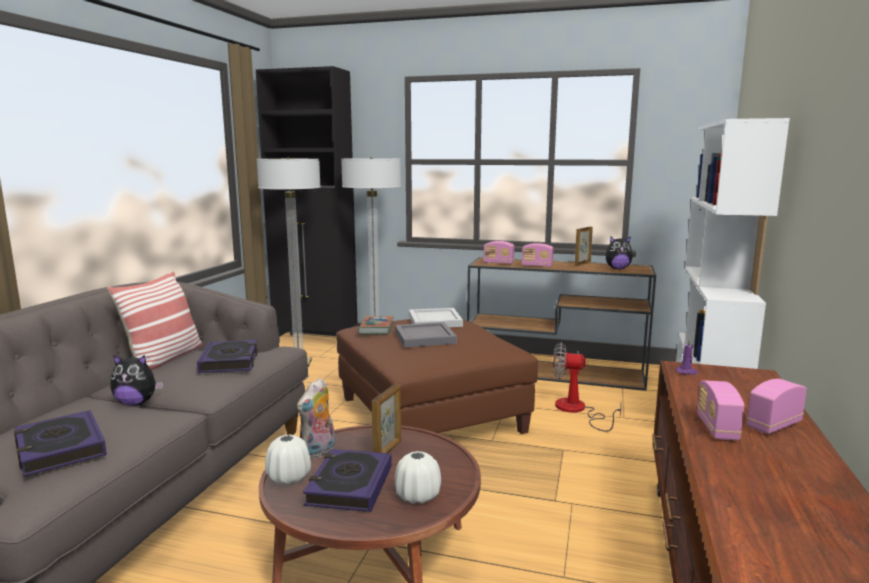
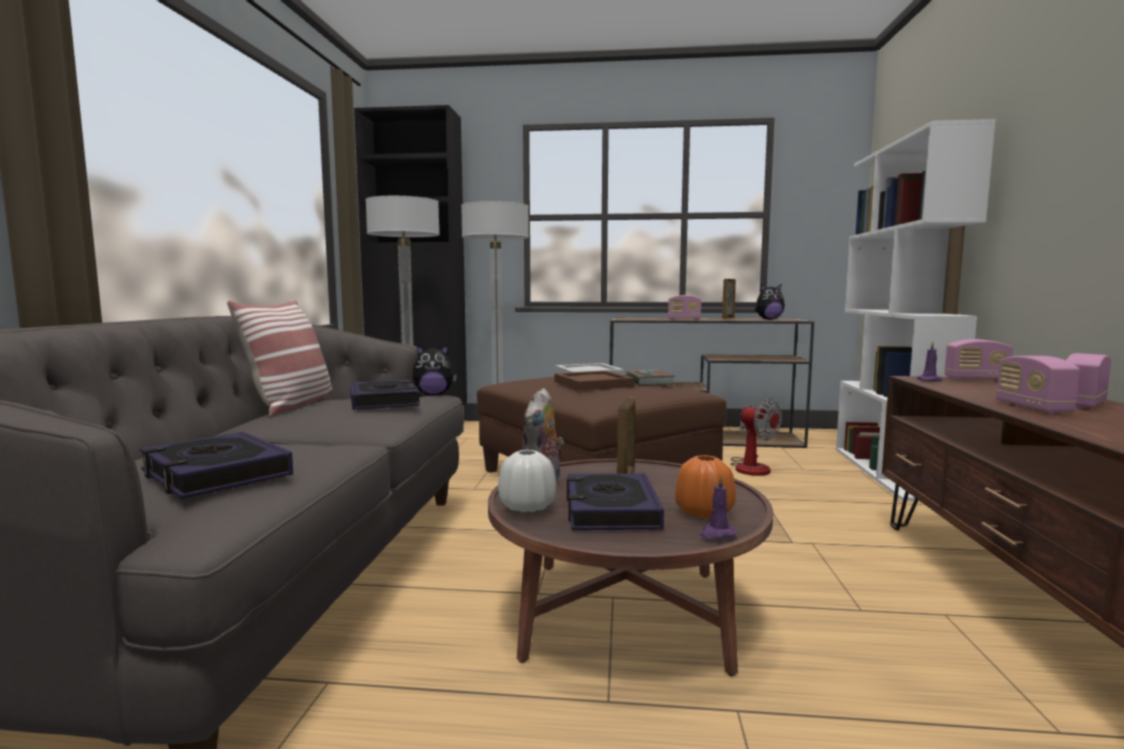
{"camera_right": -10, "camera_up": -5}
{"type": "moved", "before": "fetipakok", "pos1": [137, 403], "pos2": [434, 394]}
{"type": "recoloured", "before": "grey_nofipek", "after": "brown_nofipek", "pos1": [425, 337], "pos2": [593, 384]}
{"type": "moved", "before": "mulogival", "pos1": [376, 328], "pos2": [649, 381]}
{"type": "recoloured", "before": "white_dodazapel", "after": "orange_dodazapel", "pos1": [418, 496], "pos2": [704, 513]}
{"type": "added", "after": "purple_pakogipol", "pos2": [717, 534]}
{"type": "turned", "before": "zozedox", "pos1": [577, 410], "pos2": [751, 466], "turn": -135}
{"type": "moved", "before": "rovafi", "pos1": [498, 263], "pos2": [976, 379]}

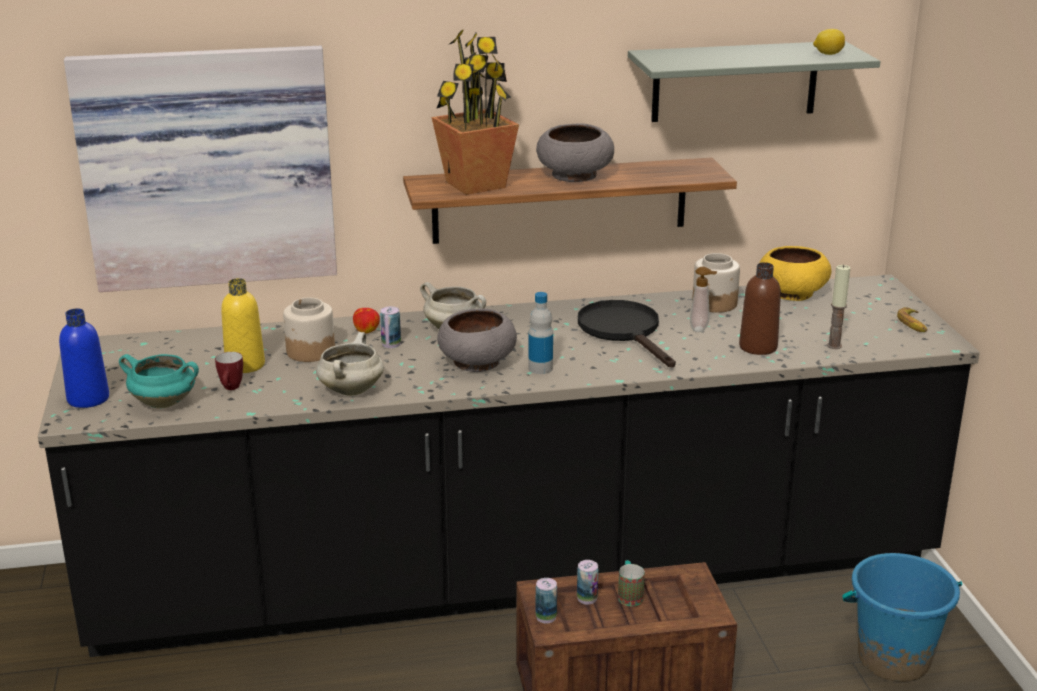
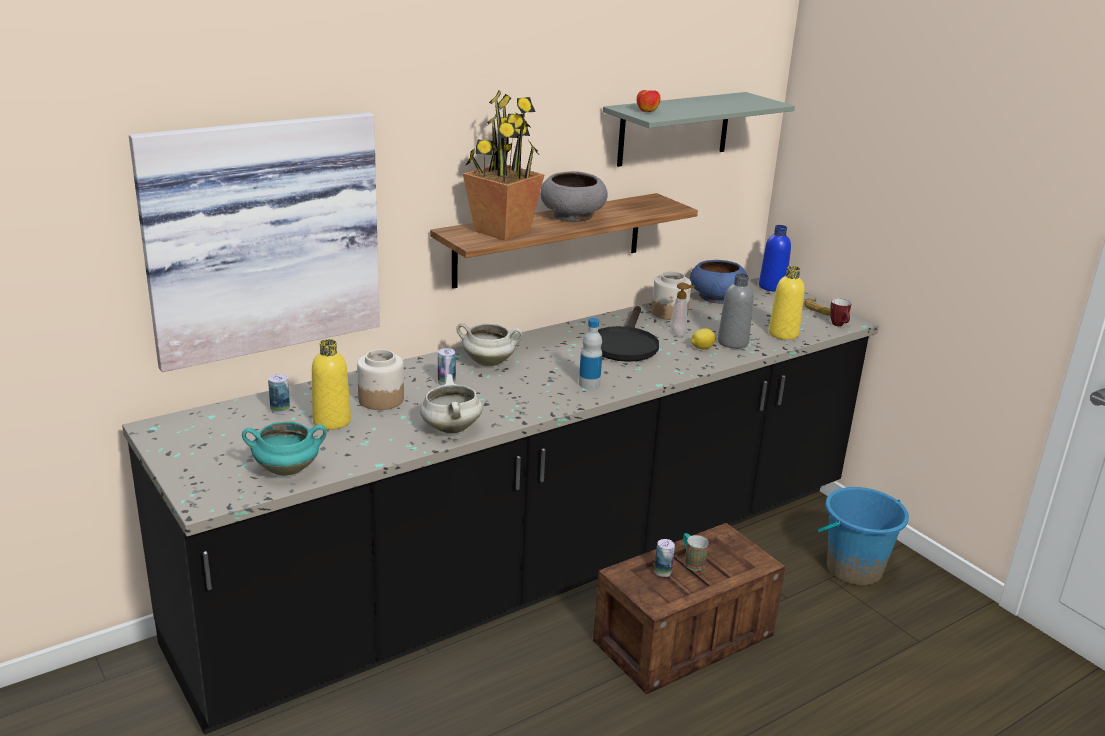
{"camera_right": -25, "camera_up": 0}
{"type": "moved", "before": "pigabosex", "pos1": [546, 617], "pos2": [280, 410]}
{"type": "turned", "before": "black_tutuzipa", "pos1": [624, 331], "pos2": [624, 344], "turn": -120}
{"type": "moved", "before": "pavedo", "pos1": [367, 331], "pos2": [647, 111]}
{"type": "recoloured", "before": "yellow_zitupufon", "after": "blue_zitupufon", "pos1": [791, 293], "pos2": [715, 298]}
{"type": "moved", "before": "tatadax", "pos1": [828, 54], "pos2": [701, 348]}
{"type": "recoloured", "before": "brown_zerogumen", "after": "grey_zerogumen", "pos1": [758, 347], "pos2": [732, 342]}
{"type": "moved", "before": "blue_zerogumen", "pos1": [88, 399], "pos2": [772, 287]}
{"type": "replaced", "before": "pakogipol", "after": "yellow_zerogumen", "pos1": [834, 346], "pos2": [783, 334]}
{"type": "moved", "before": "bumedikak", "pos1": [231, 389], "pos2": [839, 325]}
{"type": "removed", "before": "grey_zitupufon", "pos1": [476, 363]}

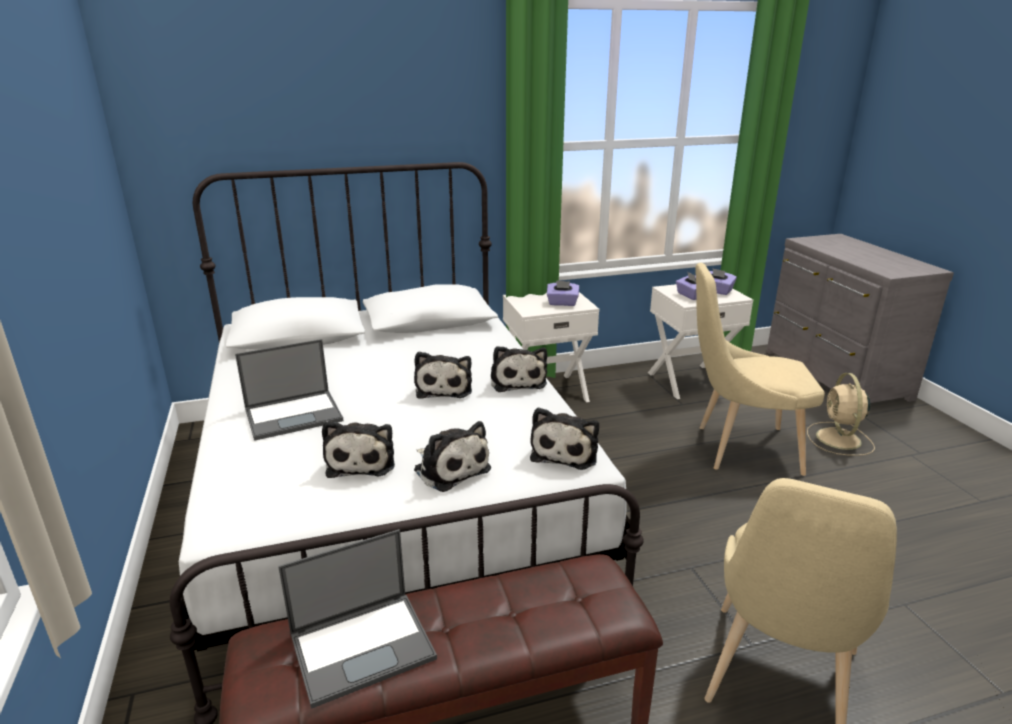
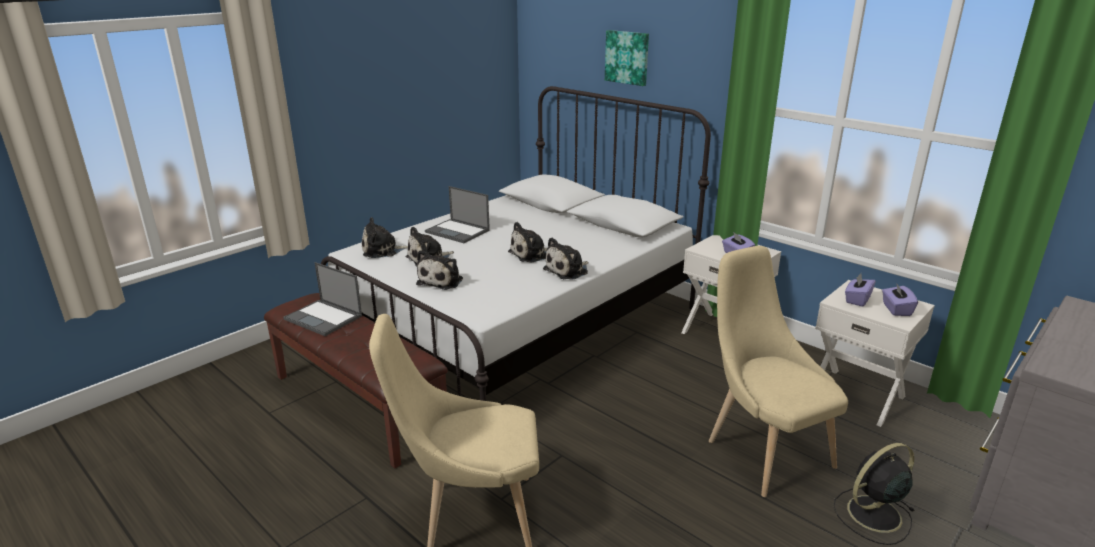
{"camera_right": 60, "camera_up": 0}
{"type": "moved", "before": "fetipakok", "pos1": [566, 451], "pos2": [383, 250]}
{"type": "added", "after": "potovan", "pos2": [627, 57]}
{"type": "recoloured", "before": "beige_zozedox", "after": "black_zozedox", "pos1": [839, 440], "pos2": [872, 514]}

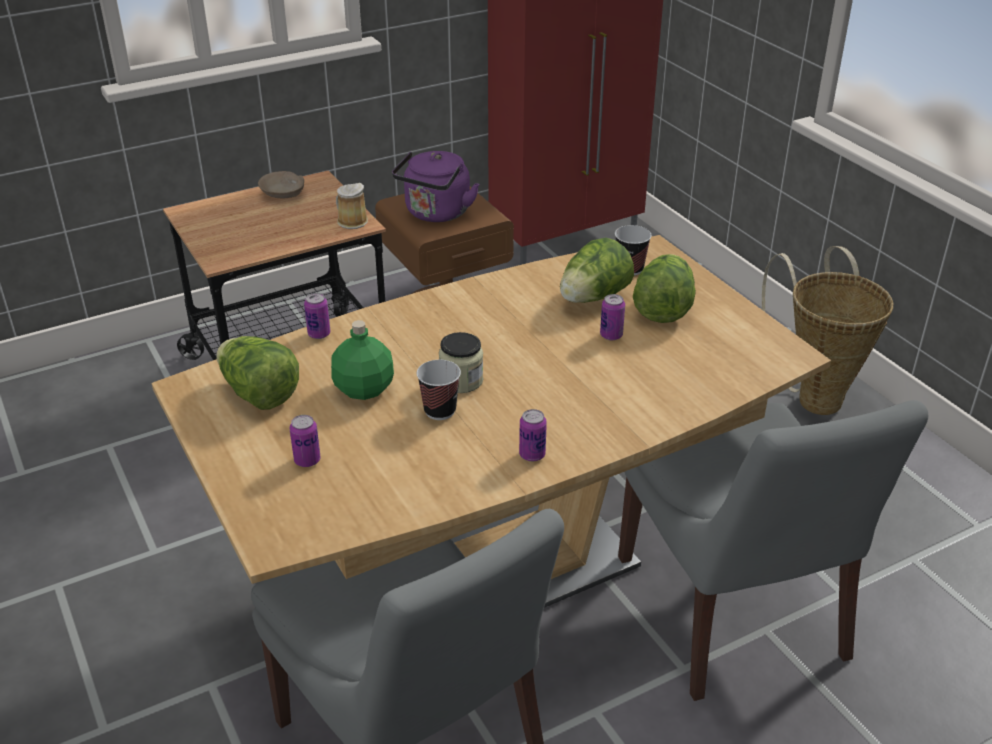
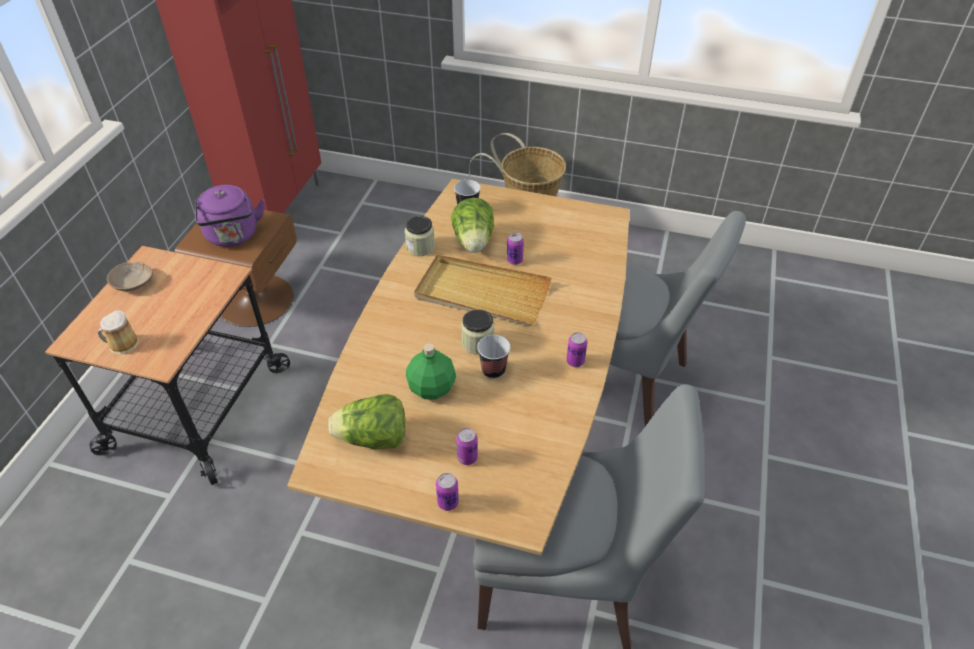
{"camera_right": -45, "camera_up": 10}
{"type": "moved", "before": "bumedikak", "pos1": [351, 221], "pos2": [122, 344]}
{"type": "added", "after": "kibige", "pos2": [420, 247]}
{"type": "added", "after": "beige_nofipek", "pos2": [482, 294]}
{"type": "moved", "before": "pigabosex", "pos1": [319, 334], "pos2": [448, 502]}
{"type": "removed", "before": "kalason", "pos1": [663, 309]}

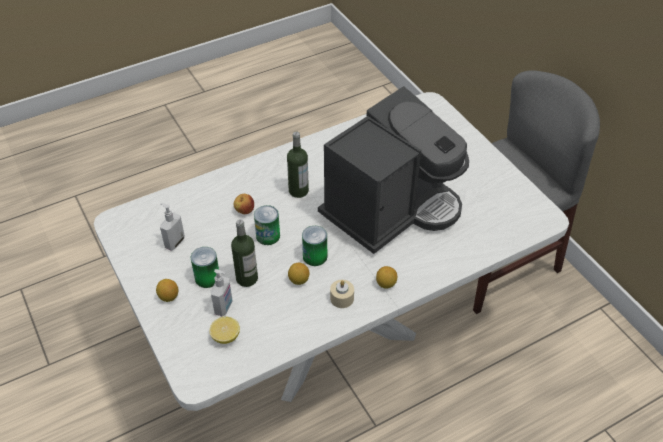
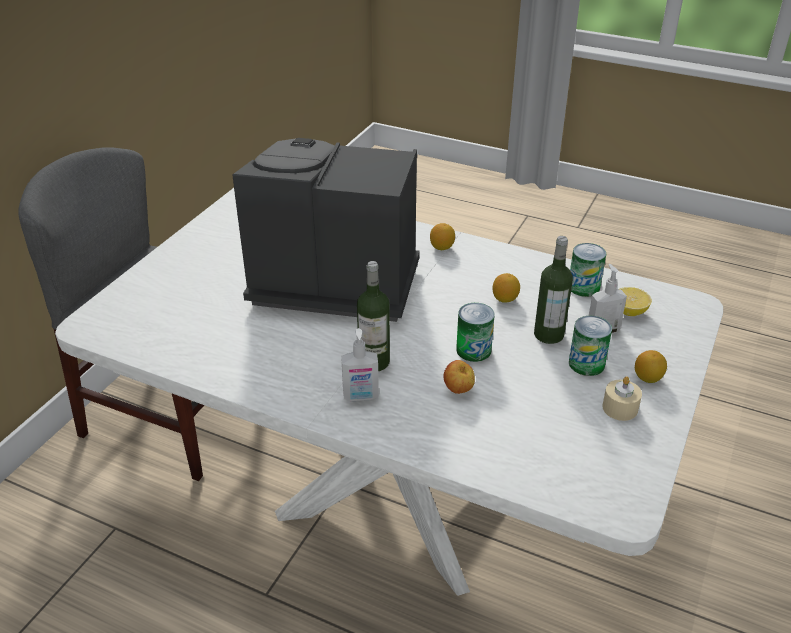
{"camera_right": -125, "camera_up": -10}
{"type": "moved", "before": "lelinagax", "pos1": [174, 242], "pos2": [360, 396]}
{"type": "moved", "before": "pigabosex", "pos1": [315, 256], "pos2": [583, 287]}
{"type": "moved", "before": "beige_pakogipol", "pos1": [342, 298], "pos2": [620, 408]}

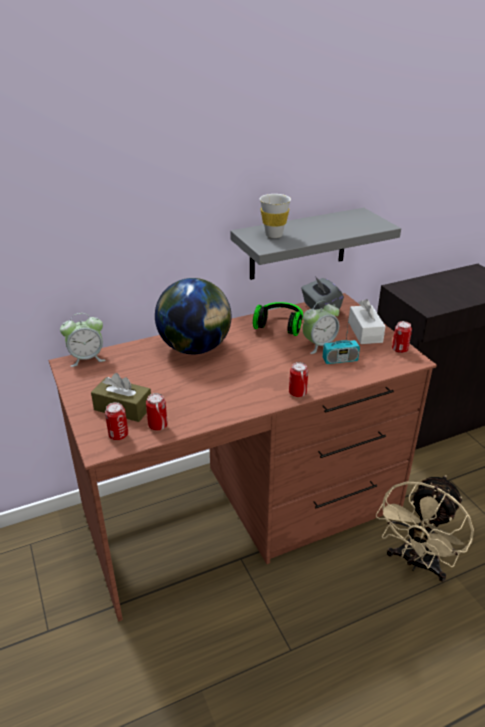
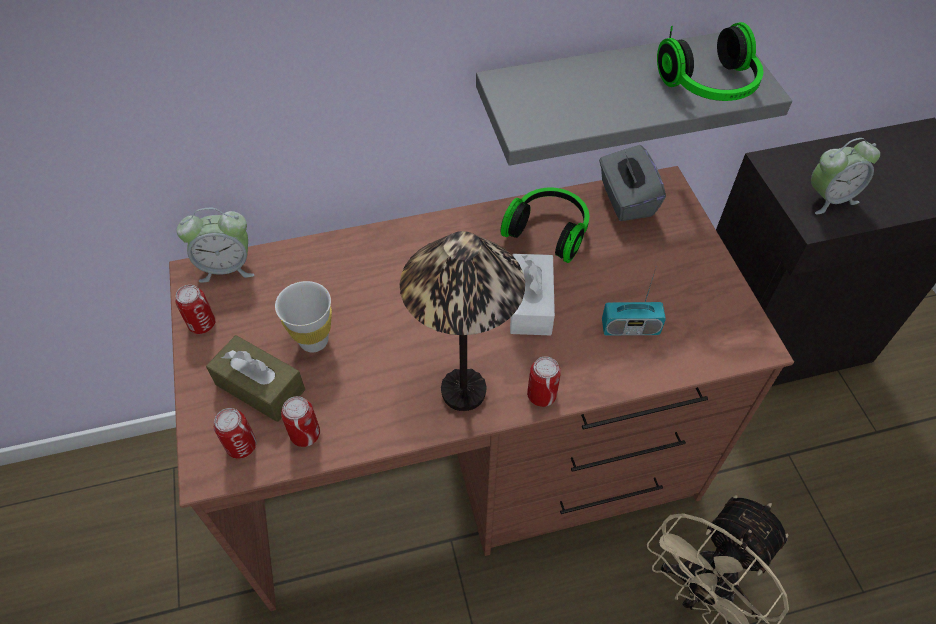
{"camera_right": 10, "camera_up": 20}
{"type": "moved", "before": "pigabosex", "pos1": [399, 349], "pos2": [202, 324]}
{"type": "moved", "before": "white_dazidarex", "pos1": [274, 235], "pos2": [314, 341]}
{"type": "added", "after": "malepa", "pos2": [462, 391]}
{"type": "moved", "before": "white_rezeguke", "pos1": [365, 332], "pos2": [530, 304]}
{"type": "added", "after": "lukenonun", "pos2": [710, 87]}
{"type": "moved", "before": "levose", "pos1": [319, 345], "pos2": [829, 198]}
{"type": "removed", "before": "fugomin", "pos1": [195, 348]}

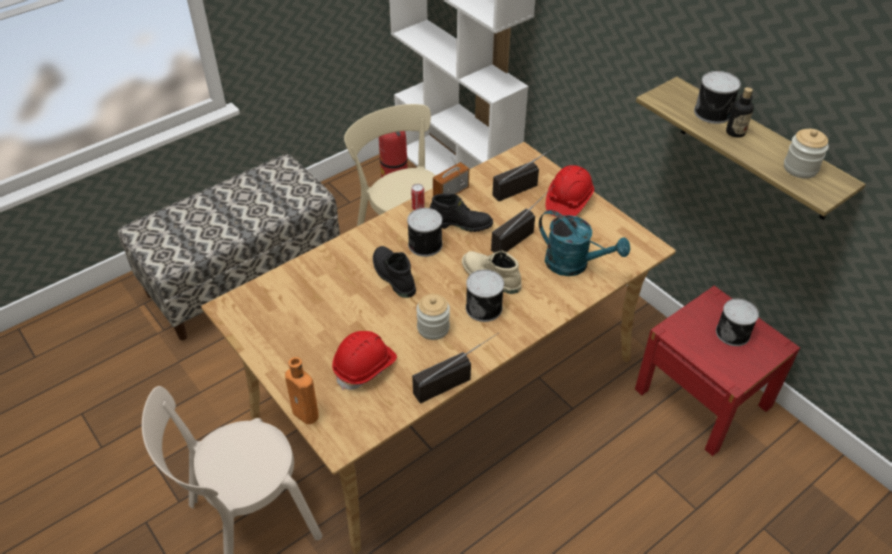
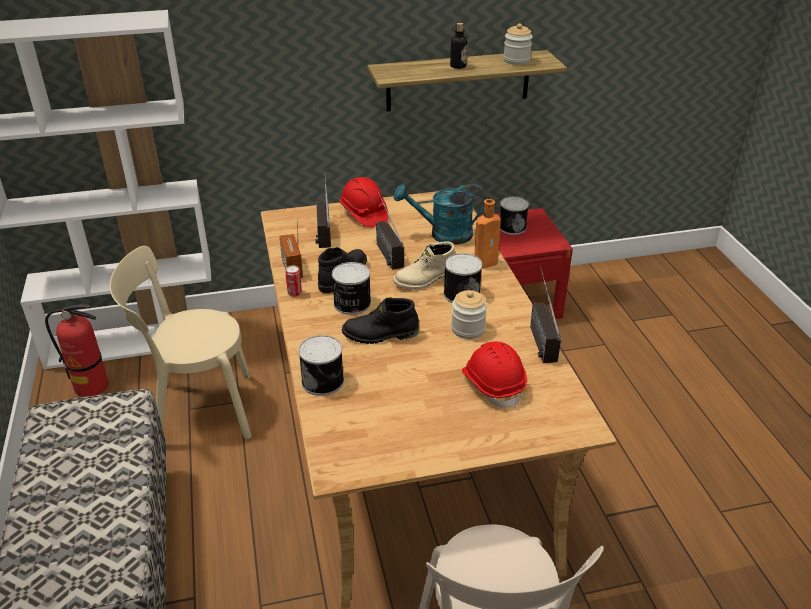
{"camera_right": -65, "camera_up": -10}
{"type": "moved", "before": "pigabosex", "pos1": [713, 113], "pos2": [324, 381]}
{"type": "turned", "before": "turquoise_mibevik", "pos1": [574, 264], "pos2": [443, 235], "turn": -150}
{"type": "moved", "before": "orange_zerogumen", "pos1": [307, 414], "pos2": [487, 262]}

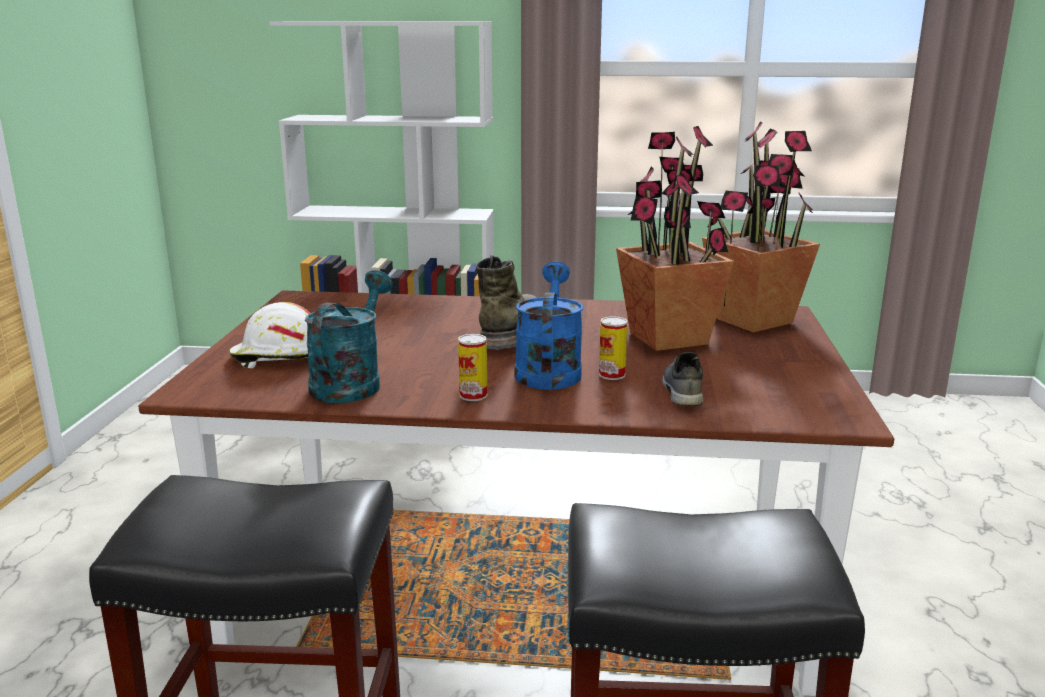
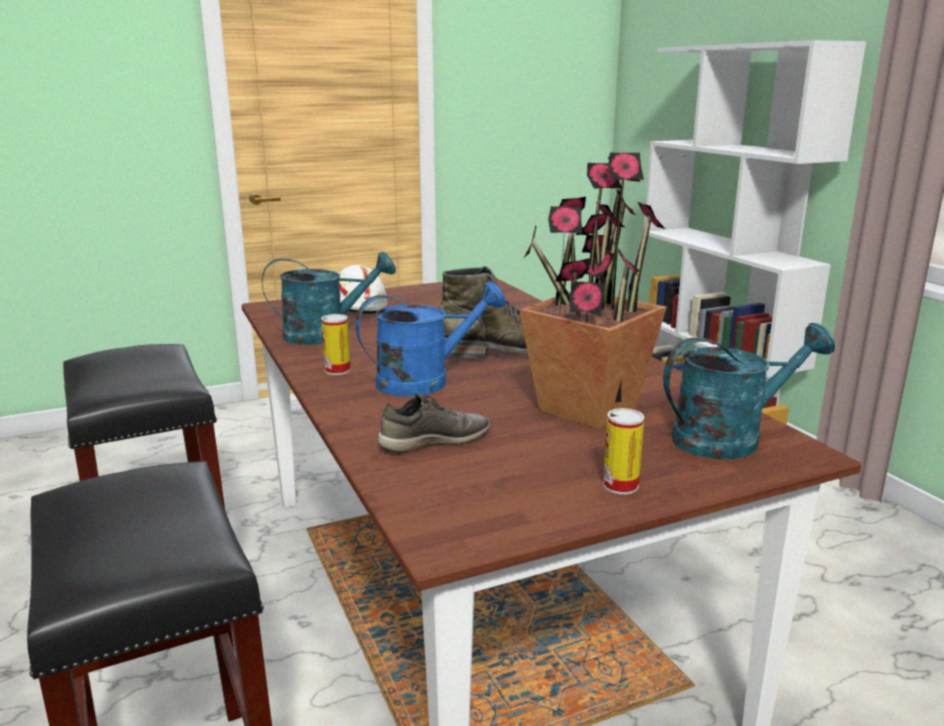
{"camera_right": 60, "camera_up": 0}
{"type": "moved", "before": "pigabosex", "pos1": [612, 375], "pos2": [620, 485]}
{"type": "replaced", "before": "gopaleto", "after": "turquoise_mibevik", "pos1": [753, 320], "pos2": [730, 438]}

